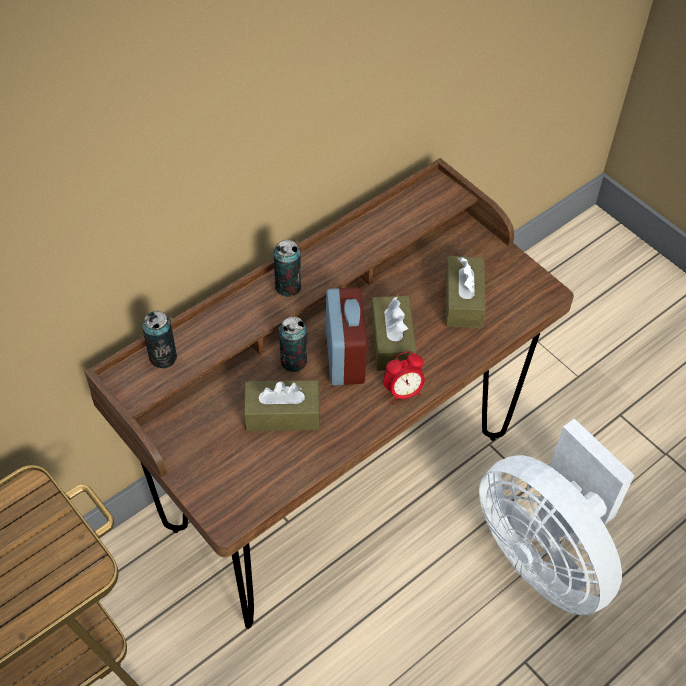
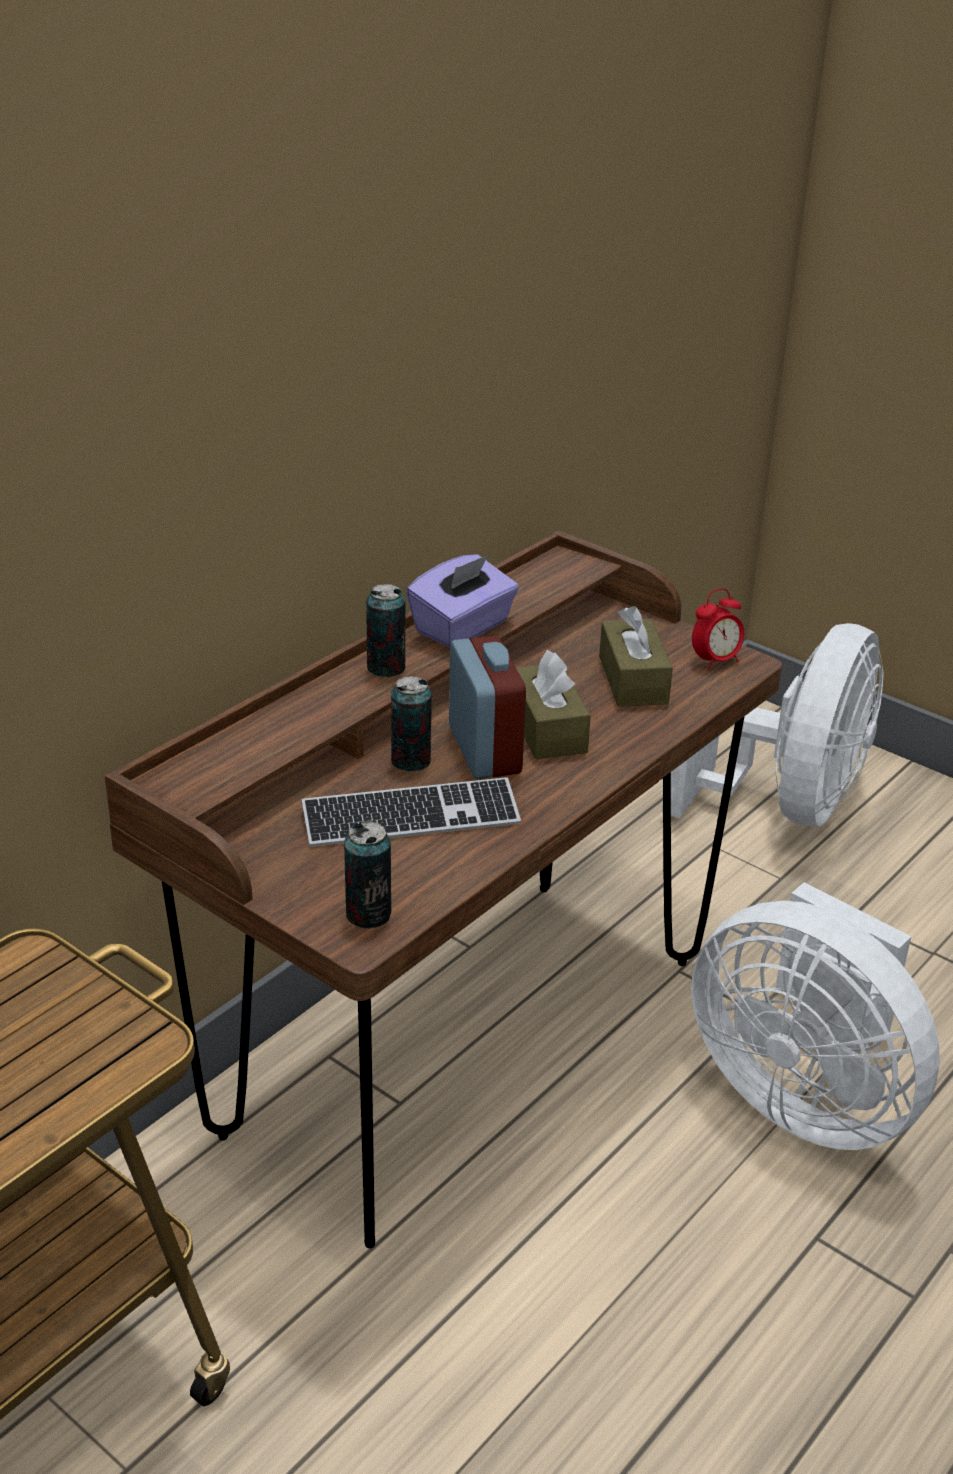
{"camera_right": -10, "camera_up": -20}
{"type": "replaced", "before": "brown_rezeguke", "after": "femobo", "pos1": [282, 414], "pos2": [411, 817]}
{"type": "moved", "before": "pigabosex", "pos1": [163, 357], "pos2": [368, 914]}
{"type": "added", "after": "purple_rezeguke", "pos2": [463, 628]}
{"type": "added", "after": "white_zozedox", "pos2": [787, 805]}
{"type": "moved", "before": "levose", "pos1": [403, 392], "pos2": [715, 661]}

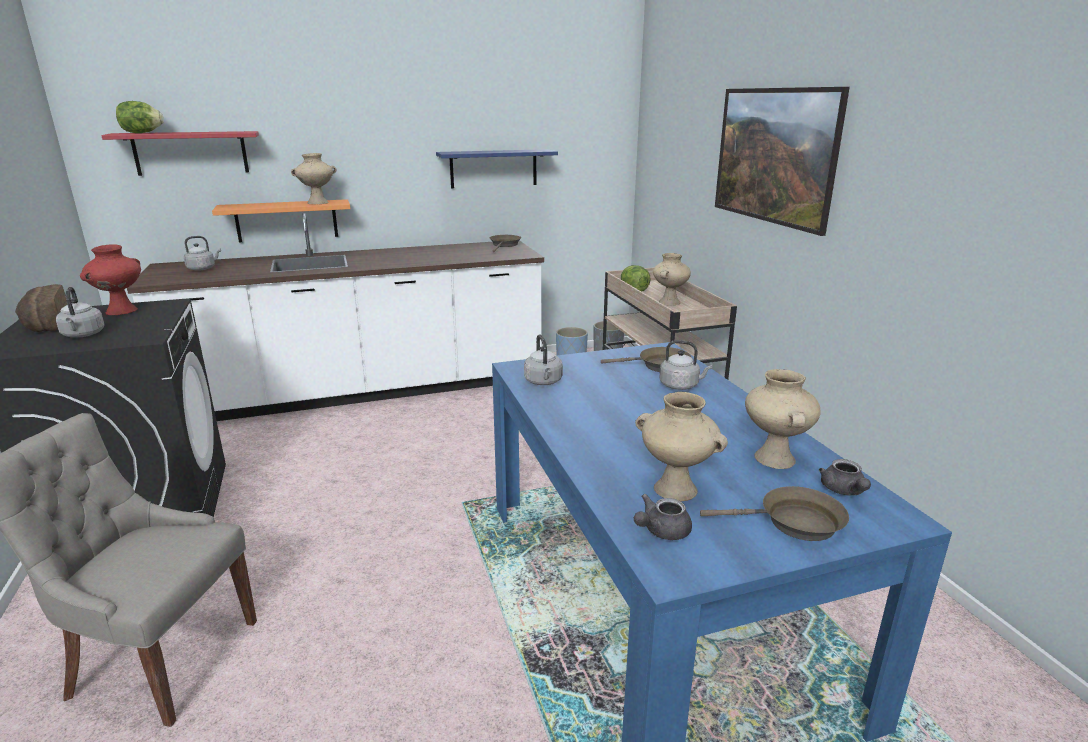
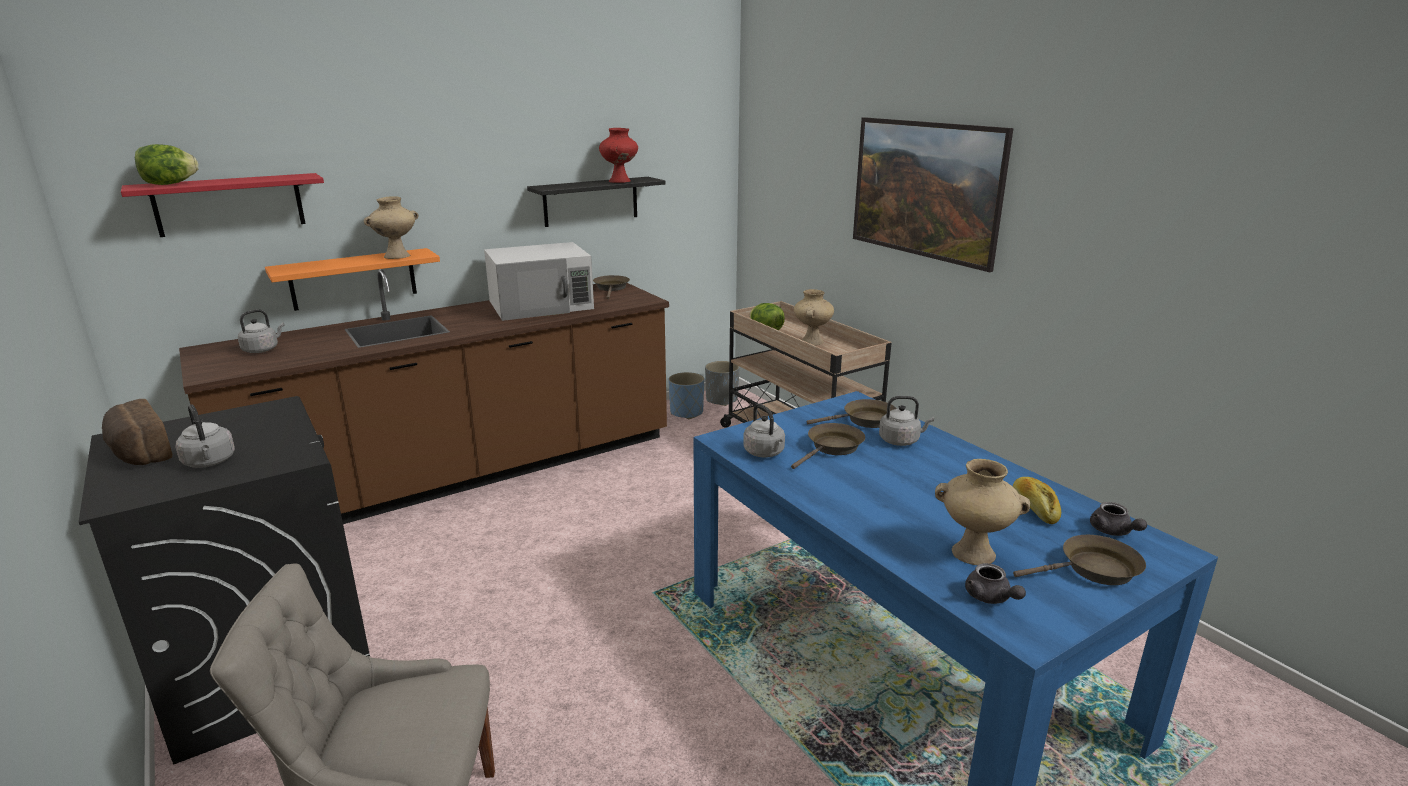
{"camera_right": -15, "camera_up": 0}
{"type": "recoloured", "before": "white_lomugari", "after": "brown_lomugari", "pos1": [365, 391], "pos2": [465, 475]}
{"type": "added", "after": "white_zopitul", "pos2": [542, 305]}
{"type": "recoloured", "before": "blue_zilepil", "after": "black_zilepil", "pos1": [493, 168], "pos2": [591, 201]}
{"type": "moved", "before": "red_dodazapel", "pos1": [121, 311], "pos2": [620, 181]}
{"type": "added", "after": "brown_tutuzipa", "pos2": [832, 448]}
{"type": "turned", "before": "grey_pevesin", "pos1": [661, 531], "pos2": [990, 598], "turn": -60}
{"type": "replaced", "before": "beige_dodazapel", "after": "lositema", "pos1": [773, 458], "pos2": [1034, 508]}

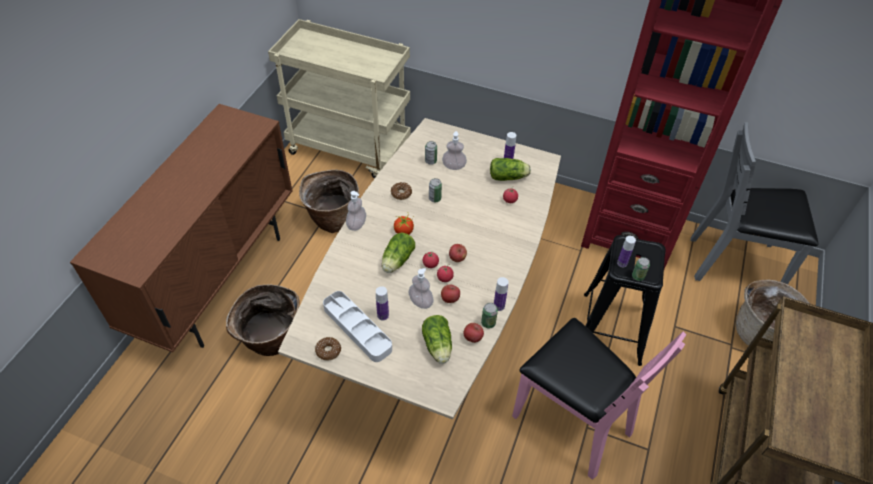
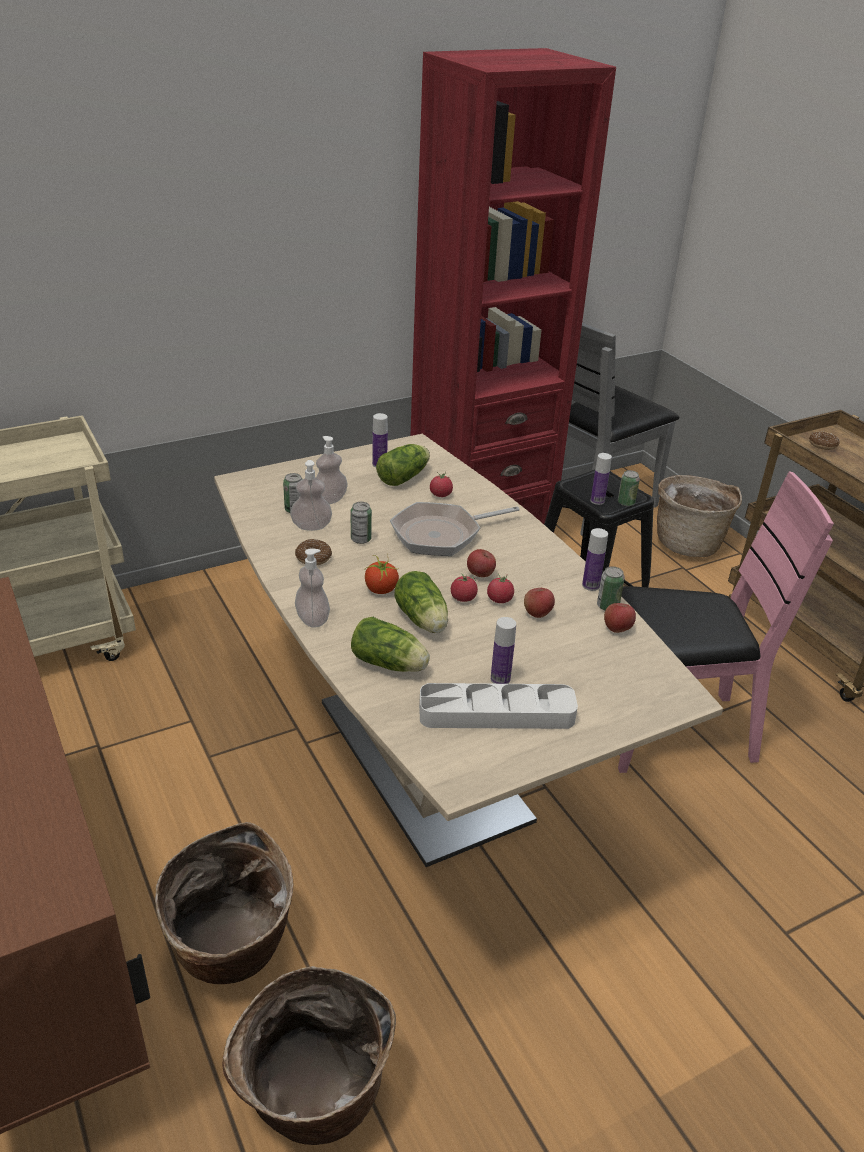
{"camera_right": -50, "camera_up": -15}
{"type": "moved", "before": "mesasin", "pos1": [332, 218], "pos2": [312, 1099]}
{"type": "moved", "before": "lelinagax", "pos1": [420, 302], "pos2": [311, 526]}
{"type": "moved", "before": "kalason", "pos1": [438, 347], "pos2": [391, 664]}
{"type": "added", "after": "tutuzipa", "pos2": [442, 534]}
{"type": "moved", "before": "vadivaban", "pos1": [328, 351], "pos2": [822, 445]}

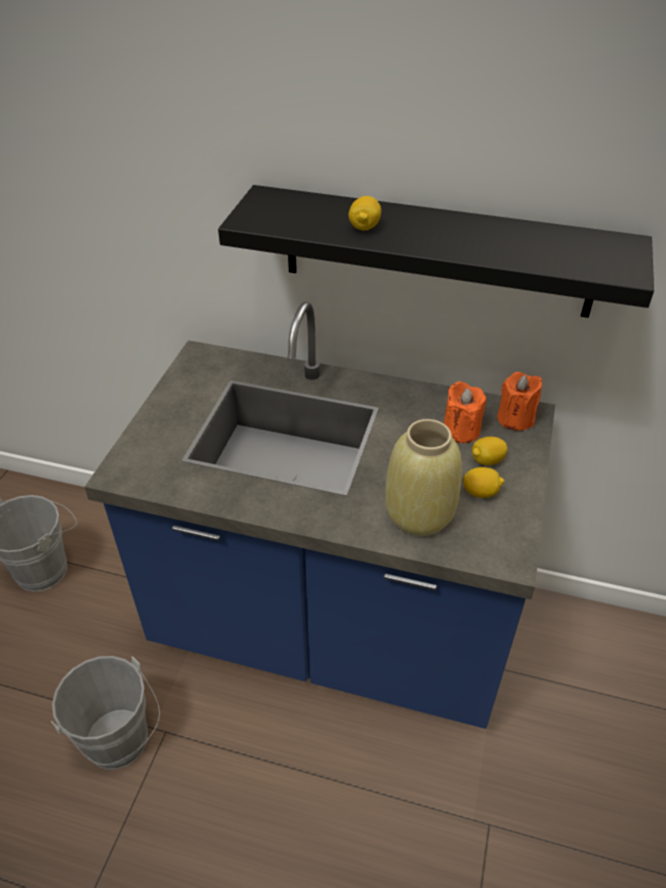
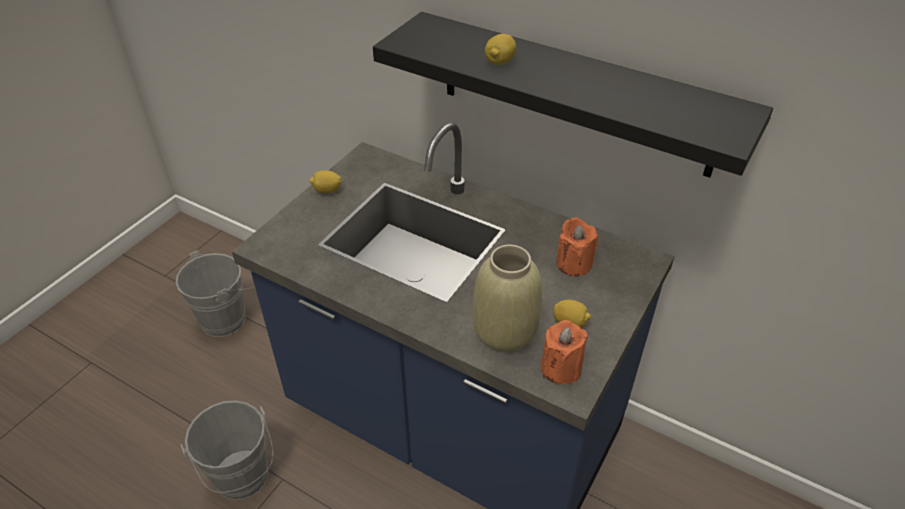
{"camera_right": 15, "camera_up": 0}
{"type": "moved", "before": "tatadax", "pos1": [487, 460], "pos2": [327, 190]}
{"type": "moved", "before": "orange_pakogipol", "pos1": [515, 418], "pos2": [561, 368]}

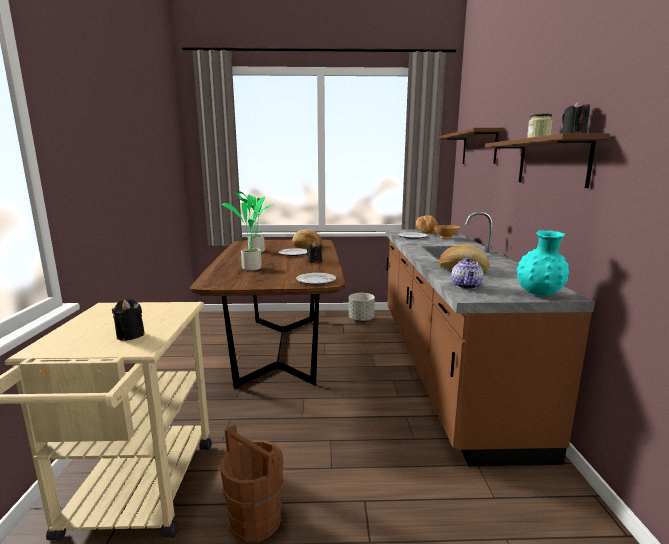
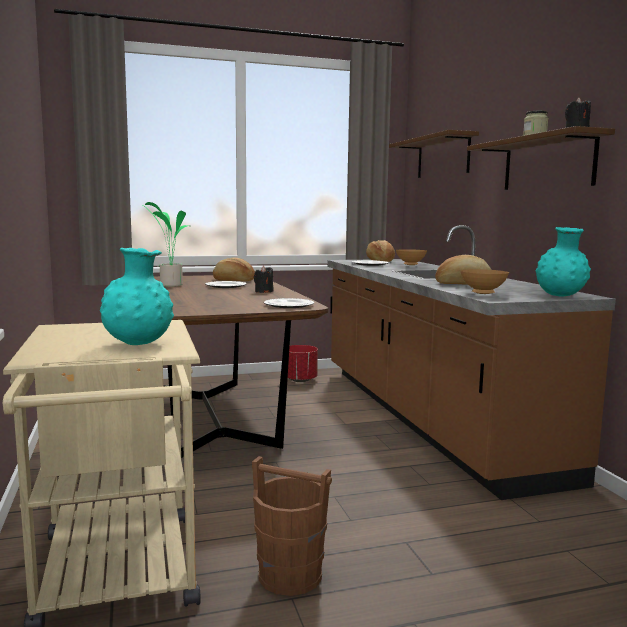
{"camera_right": -15, "camera_up": -5}
{"type": "replaced", "before": "black_pakogipol", "after": "turquoise_dodazapel", "pos1": [130, 335], "pos2": [138, 344]}
{"type": "recoloured", "before": "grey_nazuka", "after": "red_nazuka", "pos1": [361, 319], "pos2": [300, 380]}
{"type": "replaced", "before": "pevesin", "after": "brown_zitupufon", "pos1": [466, 286], "pos2": [483, 293]}
{"type": "removed", "before": "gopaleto", "pos1": [253, 268]}

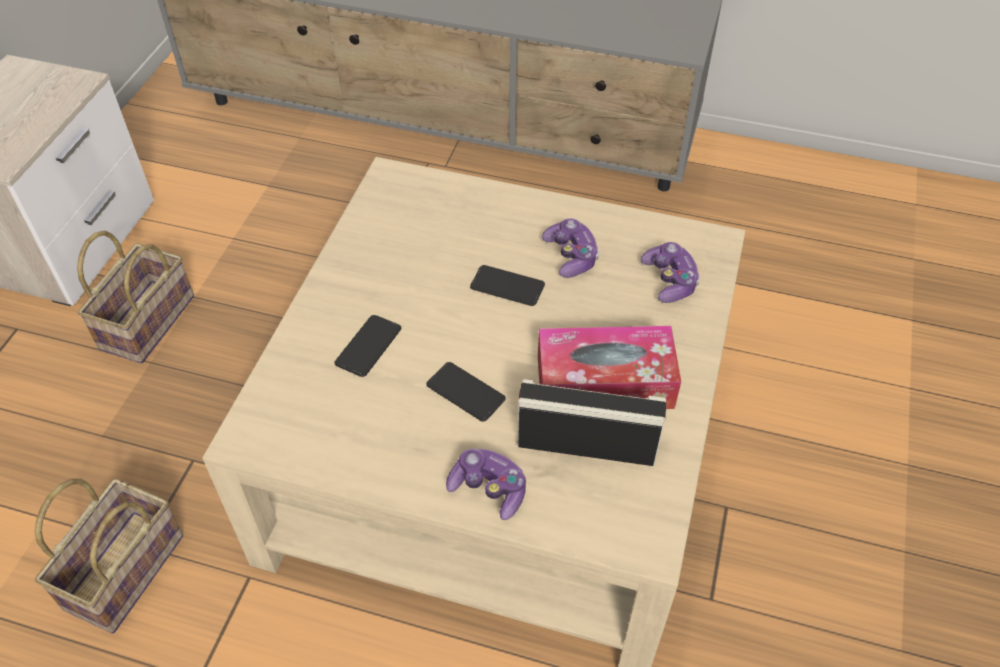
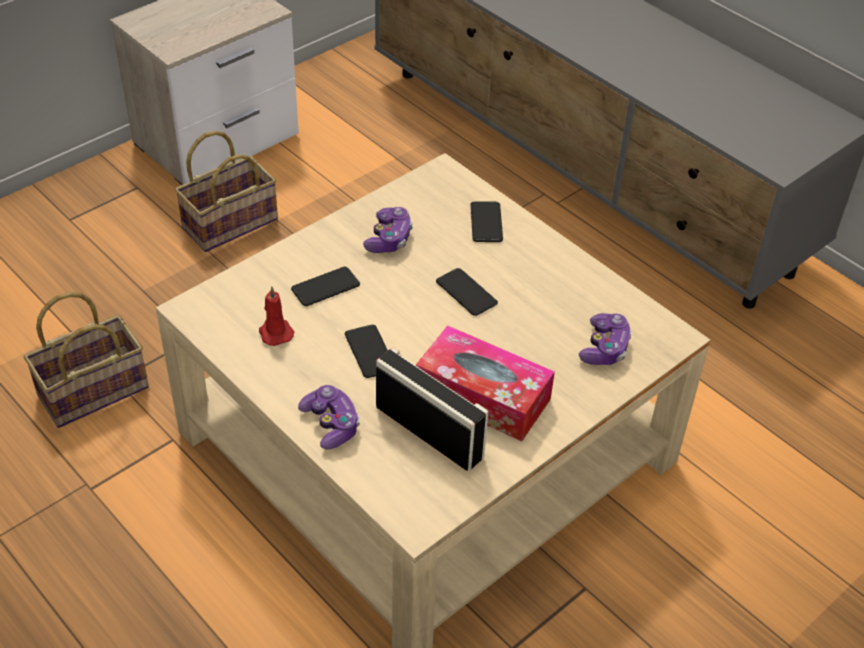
{"camera_right": 30, "camera_up": -5}
{"type": "added", "after": "red_pakogipol", "pos2": [275, 332]}
{"type": "moved", "before": "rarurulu", "pos1": [571, 256], "pos2": [389, 239]}
{"type": "added", "after": "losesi", "pos2": [486, 223]}

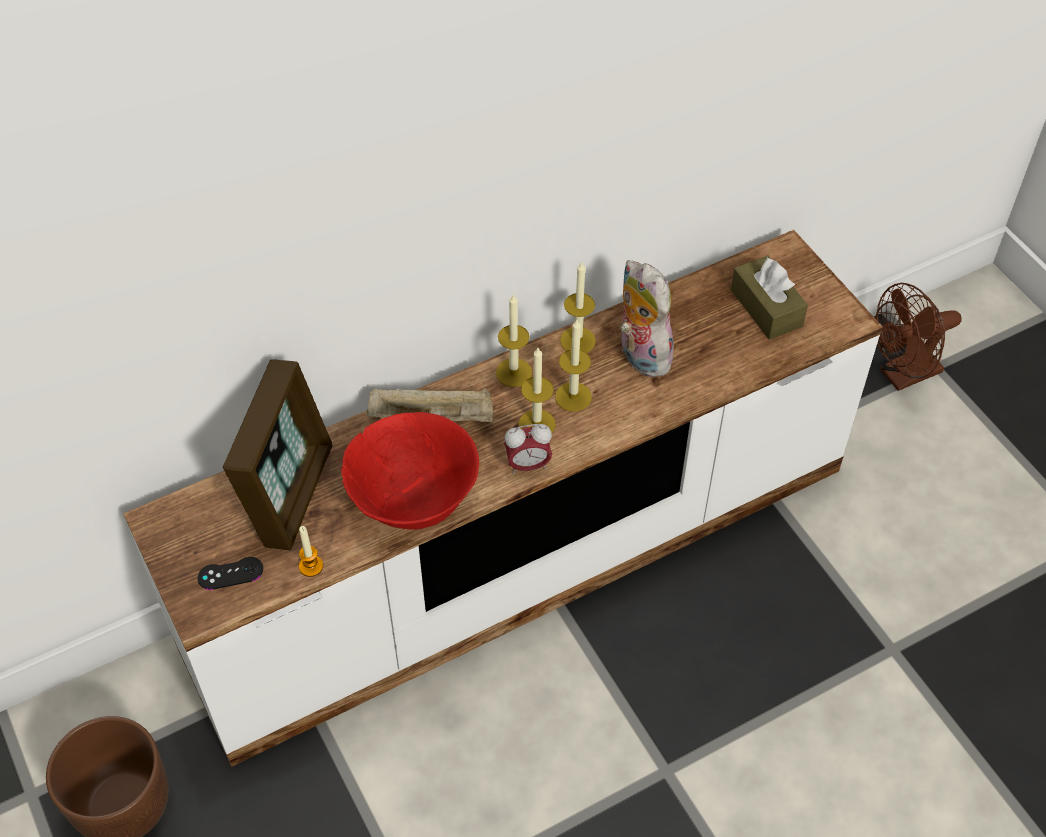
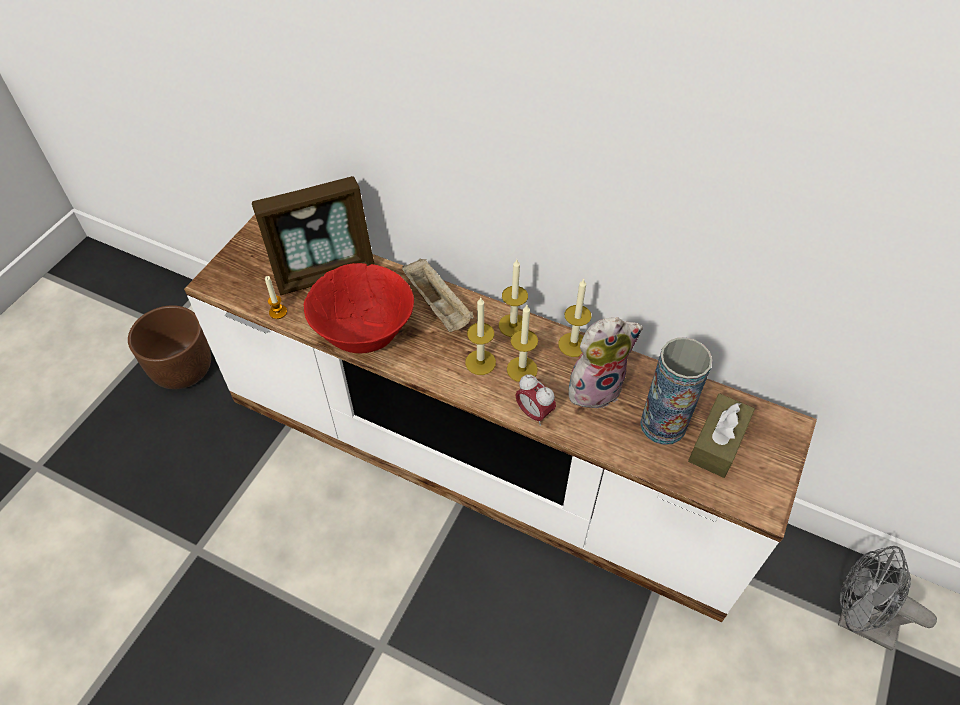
{"camera_right": 55, "camera_up": 0}
{"type": "moved", "before": "levose", "pos1": [528, 465], "pos2": [534, 413]}
{"type": "turned", "before": "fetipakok", "pos1": [640, 354], "pos2": [595, 387], "turn": 45}
{"type": "added", "after": "dodazapel", "pos2": [663, 425]}
{"type": "recoloured", "before": "brown_zozedox", "after": "grey_zozedox", "pos1": [903, 375], "pos2": [857, 620]}
{"type": "removed", "before": "black_rarurulu", "pos1": [230, 573]}

